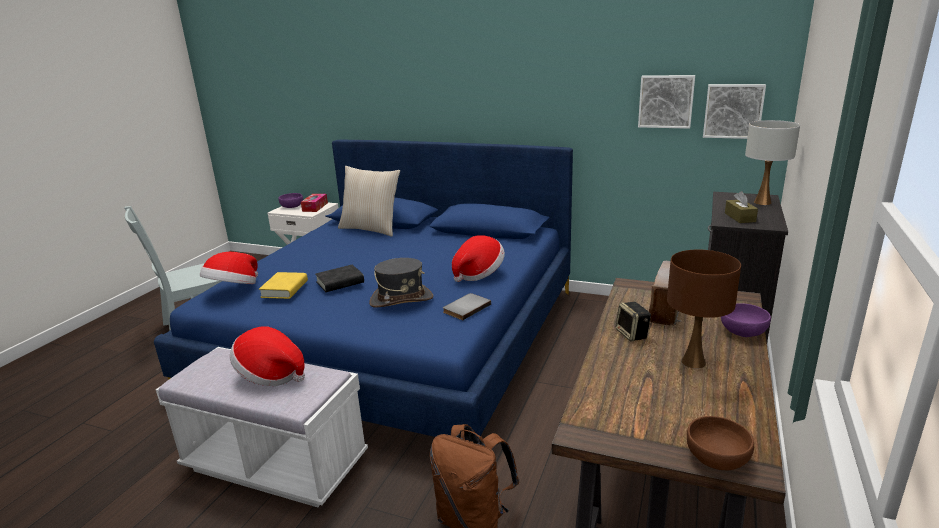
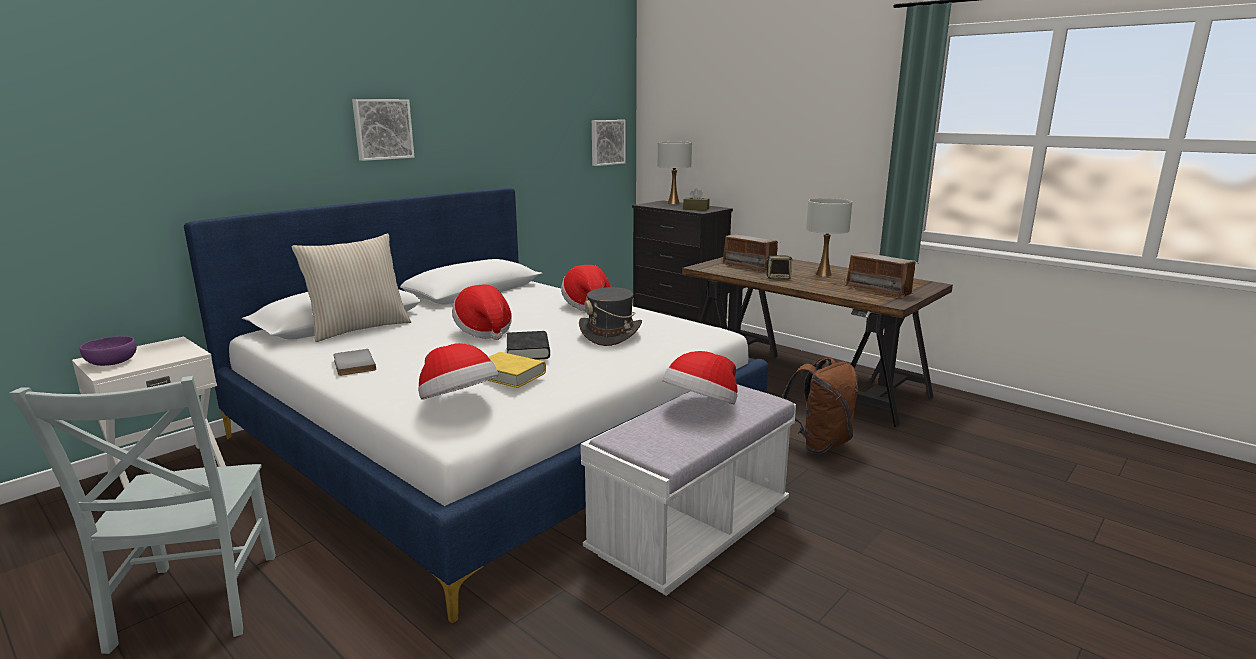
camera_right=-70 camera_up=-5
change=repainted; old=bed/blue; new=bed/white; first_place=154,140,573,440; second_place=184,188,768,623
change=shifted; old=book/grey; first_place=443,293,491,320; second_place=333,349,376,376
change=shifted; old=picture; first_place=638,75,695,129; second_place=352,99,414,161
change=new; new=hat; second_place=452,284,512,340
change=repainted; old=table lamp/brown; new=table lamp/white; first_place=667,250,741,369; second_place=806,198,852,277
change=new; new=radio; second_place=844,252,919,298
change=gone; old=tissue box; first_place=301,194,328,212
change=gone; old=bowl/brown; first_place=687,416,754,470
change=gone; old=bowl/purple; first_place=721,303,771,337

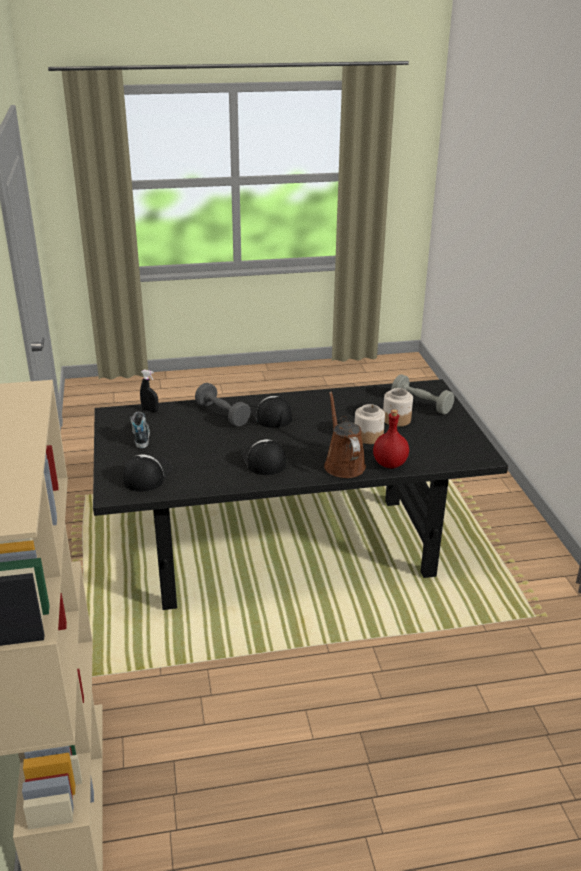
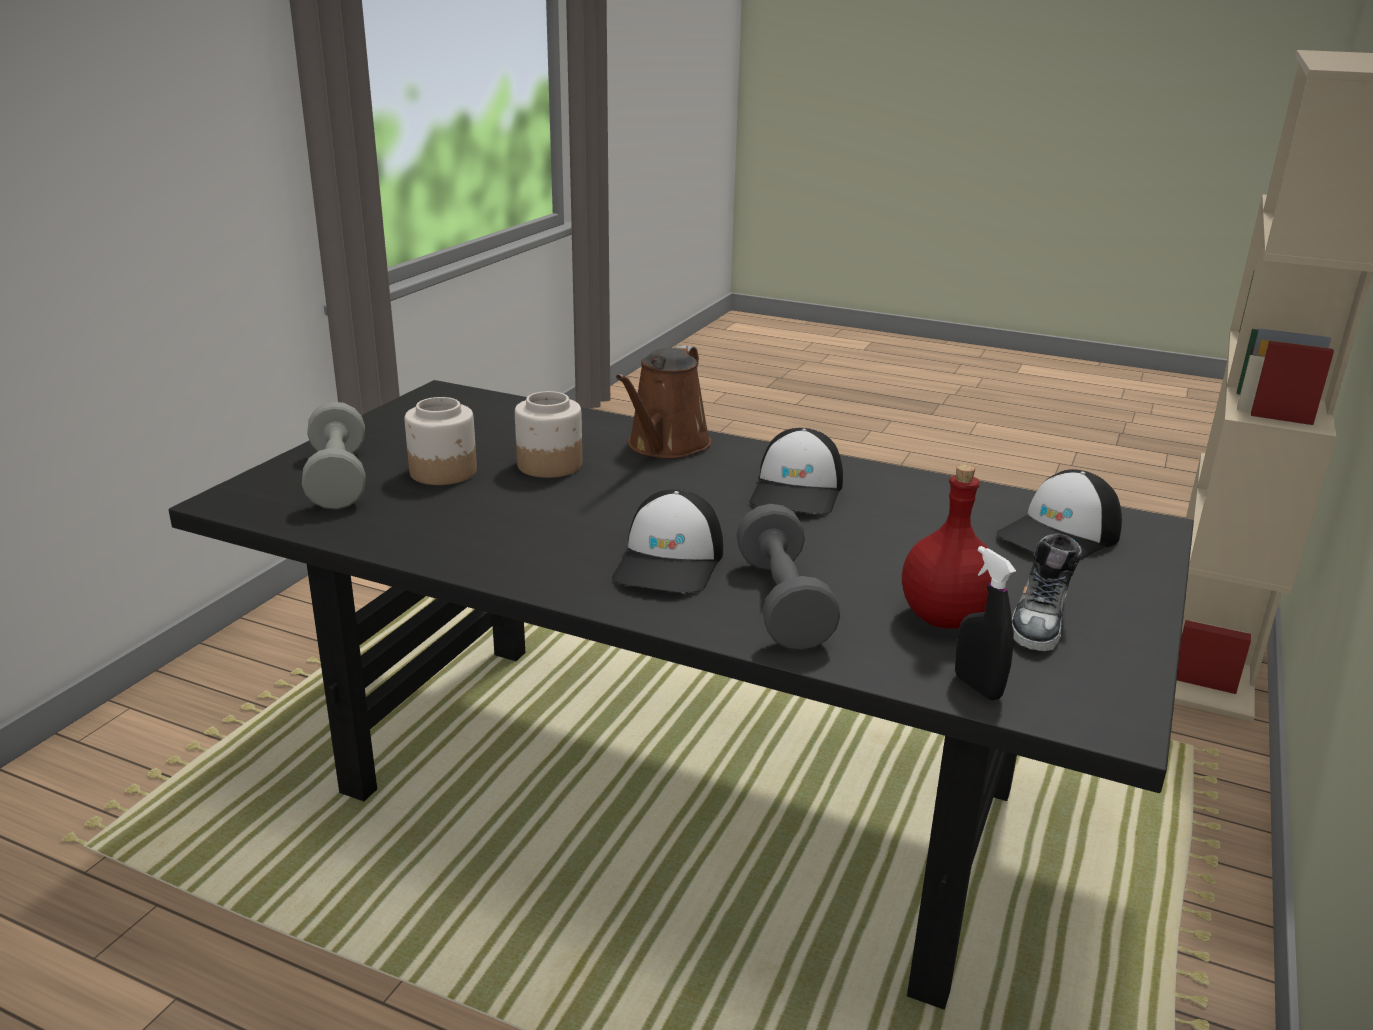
camera_right=-145 camera_up=-5
change=shifted; old=bottle/red; first_place=373,409,409,468; second_place=902,464,992,629

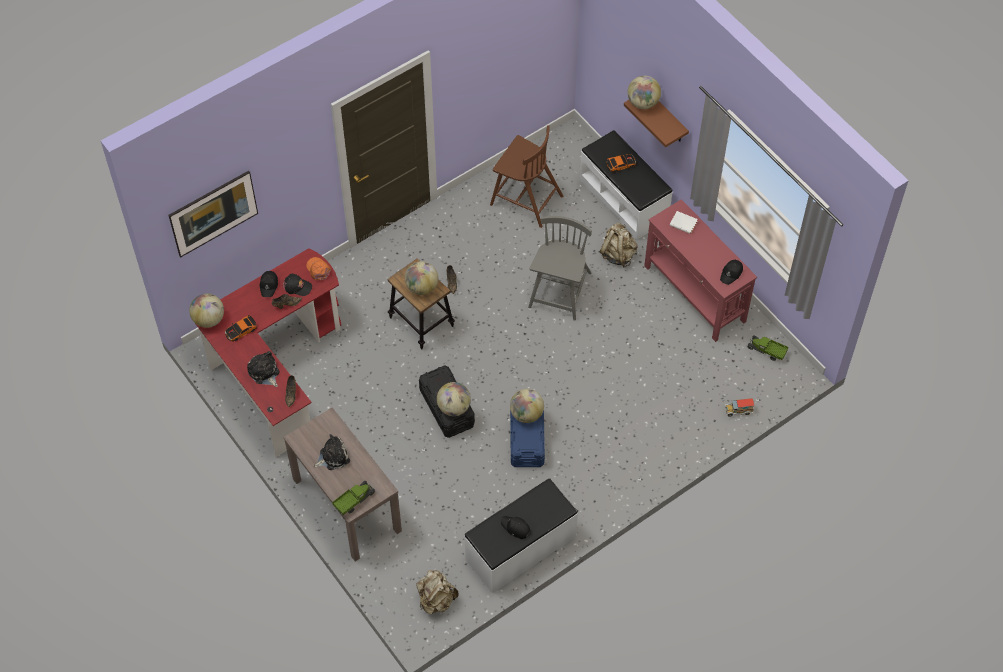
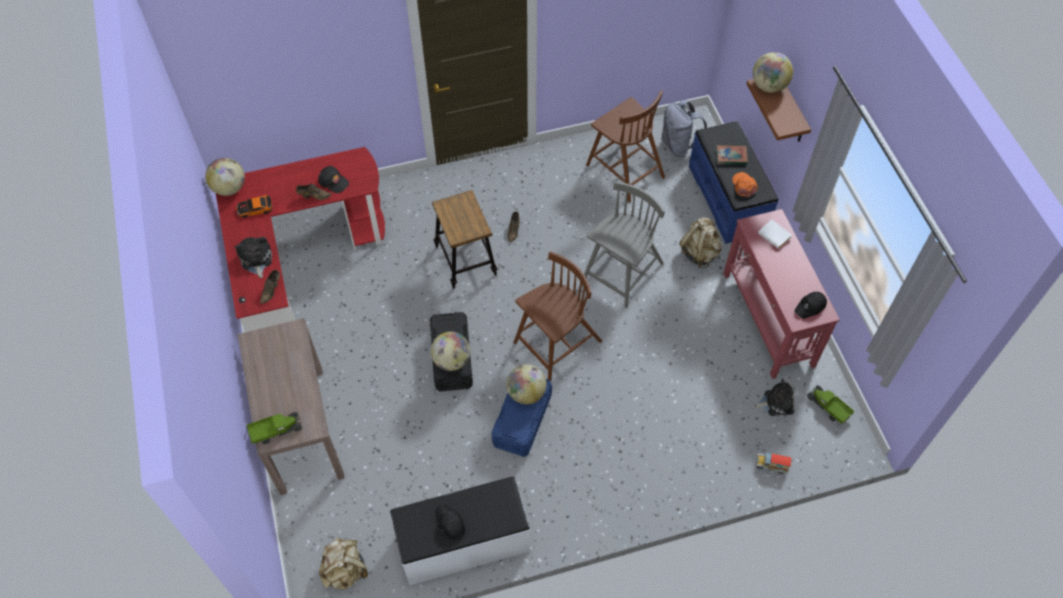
camera_right=20 camera_up=0
change=new; new=chair/brown; second_place=513,251,602,381
change=new; new=backpack/grey; second_place=662,100,707,157
change=repainted; old=bench/white; new=bench/blue; first_place=580,130,673,240; second_place=689,121,778,244
change=swapped; old=toy car; new=book; first_place=606,154,636,173; second_place=716,145,748,165
change=shifted; old=cap/orange; first_place=306,257,331,280; second_place=732,172,758,197
change=shifted; old=plush toy; first_place=314,434,350,470; second_place=754,379,795,417
change=gone; old=picture; first_place=168,171,258,257
change=gone; old=cap/black; first_place=260,271,278,297
change=gone; old=globe; first_place=405,261,438,295

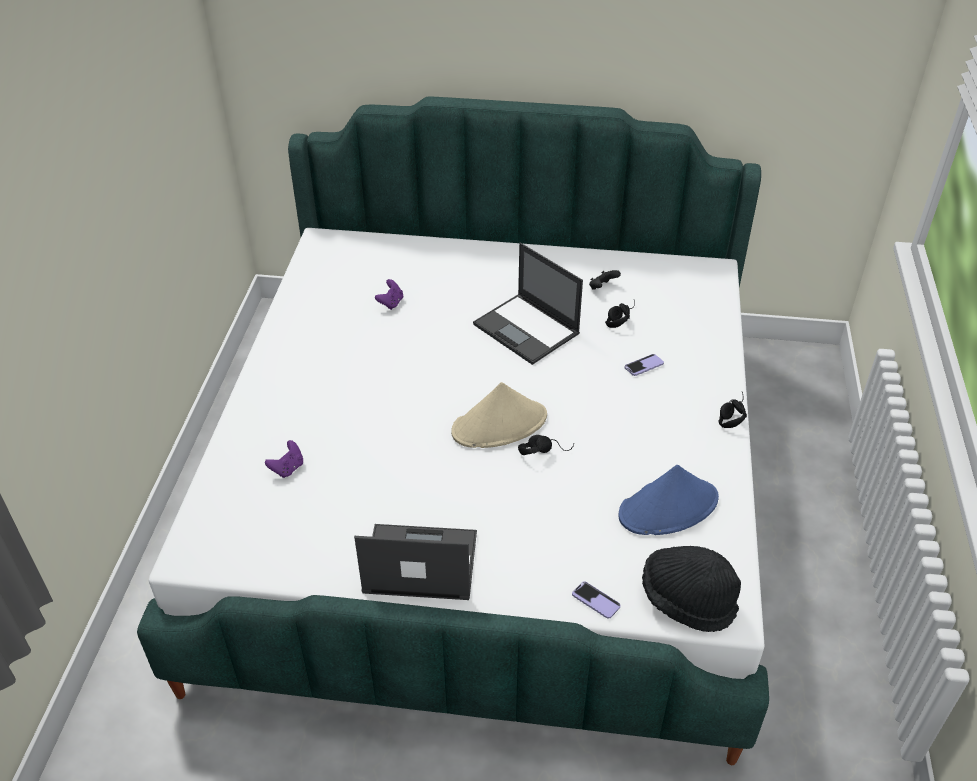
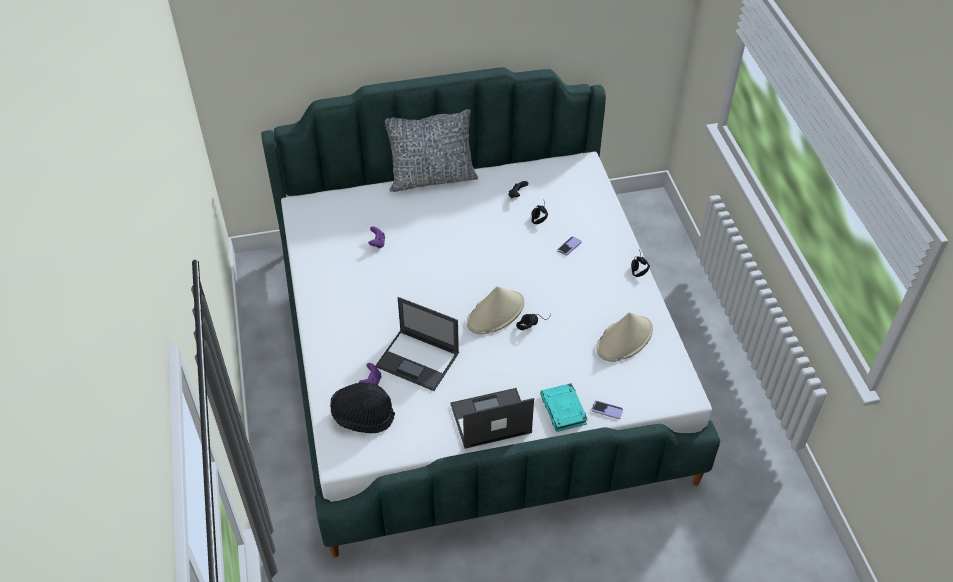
camera_right=-20 camera_up=5
change=shifted; old=hat/black; first_place=642,546,741,632; second_place=330,382,395,433
change=shifted; old=laptop; first_place=473,243,583,365; second_place=375,297,459,391
change=new; new=pillow; second_place=385,109,478,192
change=new; new=book/turquoise; second_place=540,383,588,432
change=repainted; old=hat/blue; new=hat/beige; first_place=618,465,719,535; second_place=597,312,653,362

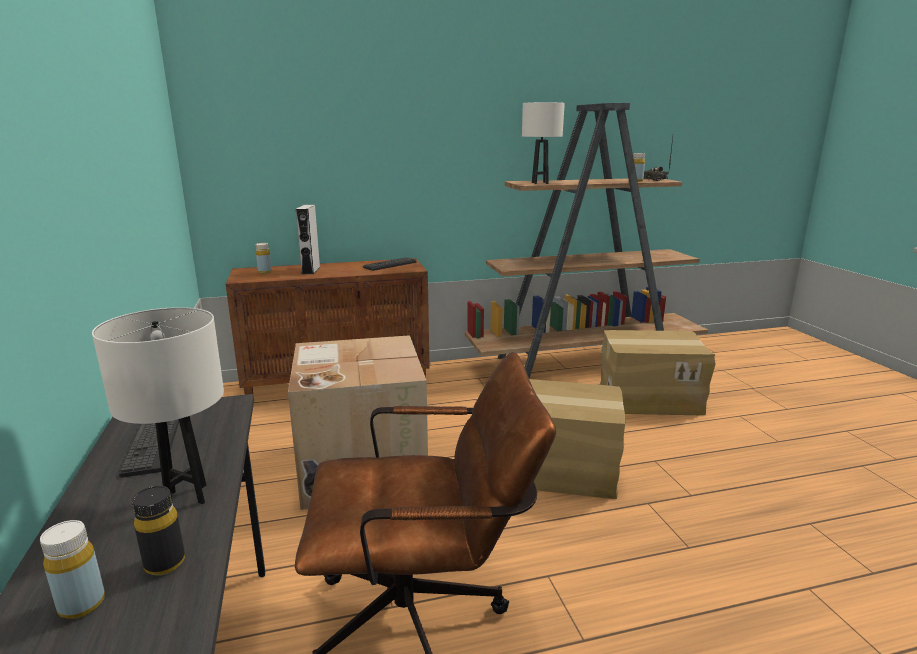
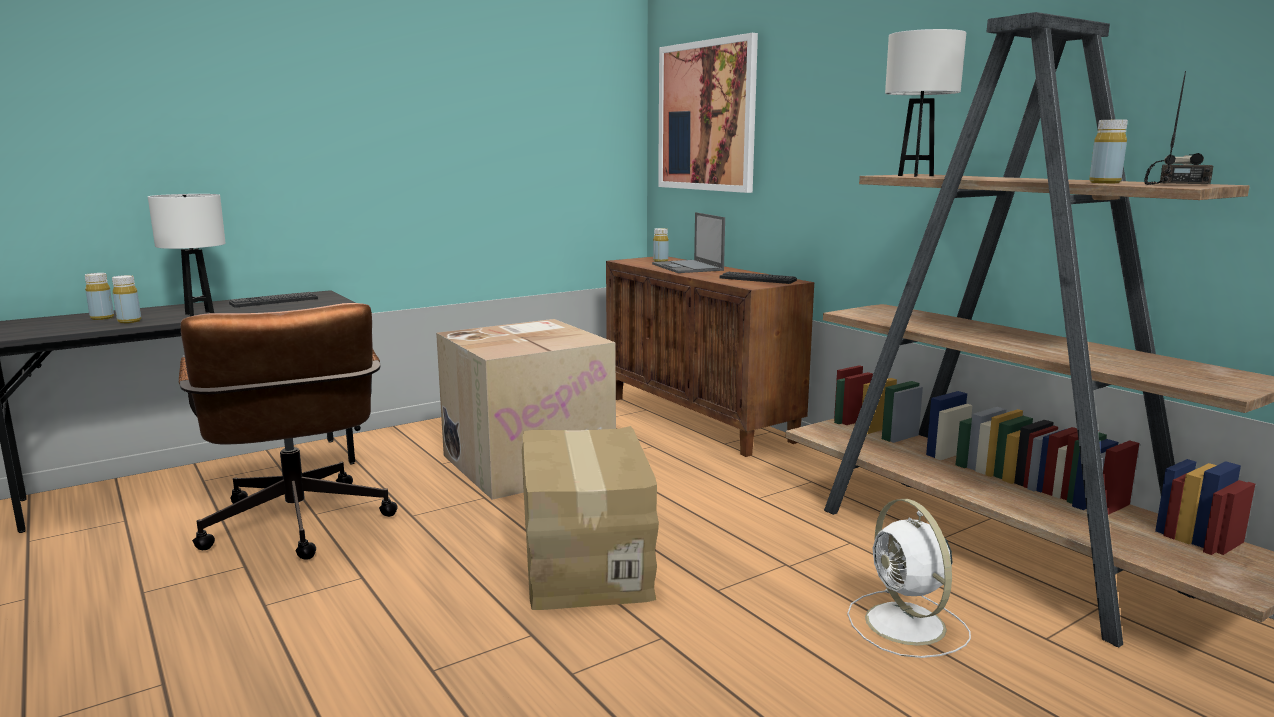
camera_right=70 camera_up=-5
change=repainted; old=bottle/black; new=bottle/yellow; first_place=132,486,185,576; second_place=112,275,141,323
change=swapped; old=speaker/grey; new=laptop; first_place=296,205,320,274; second_place=652,212,725,273
change=new; new=picture; second_place=658,33,758,193
change=swapped; old=cardboard box; new=fan/white; first_place=600,330,716,415; second_place=847,499,971,658

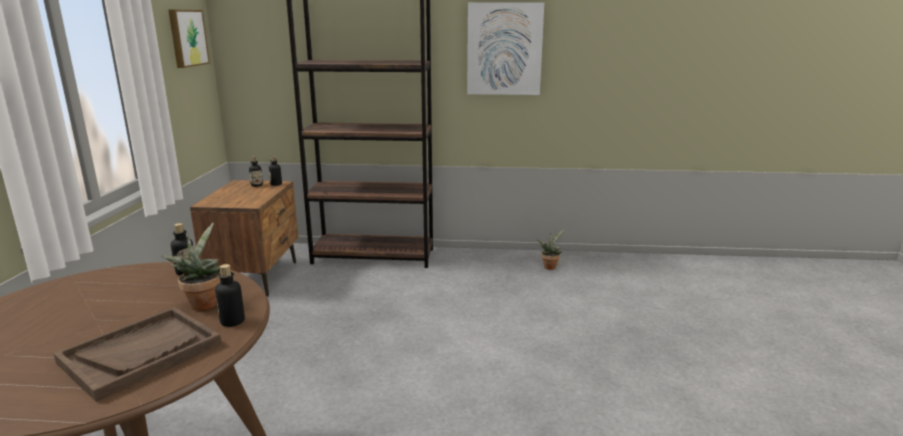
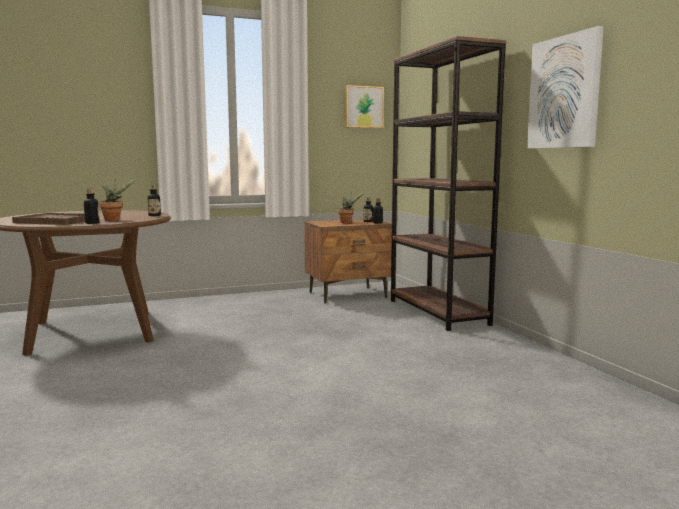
camera_right=65 camera_up=-10
change=shifted; old=potted plant; first_place=537,230,563,270; second_place=338,193,364,223

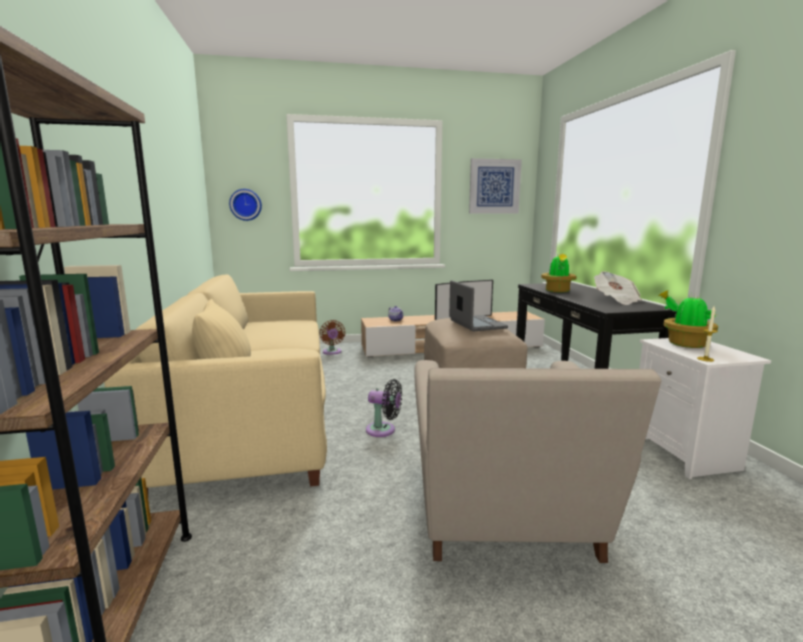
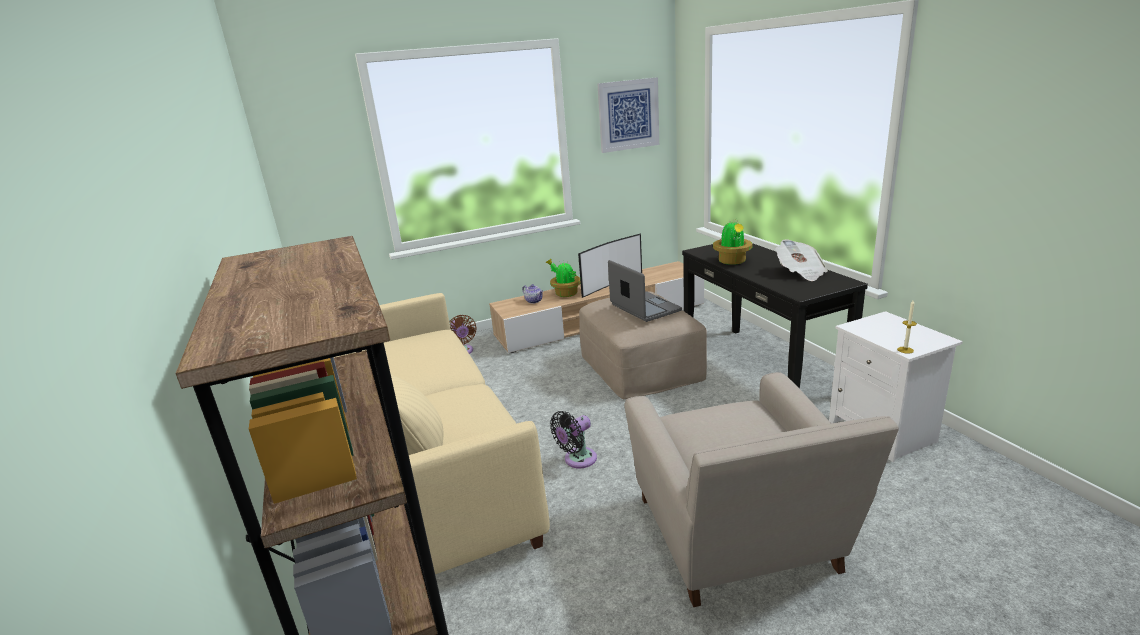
camera_right=-10 camera_up=10
change=shifted; old=potted plant; first_place=658,291,719,348; second_place=546,259,581,297
change=rotated; old=fan/black; first_place=366,379,402,437; second_place=550,411,597,468; degrees=135
change=gone; old=wall clock; first_place=229,189,262,221

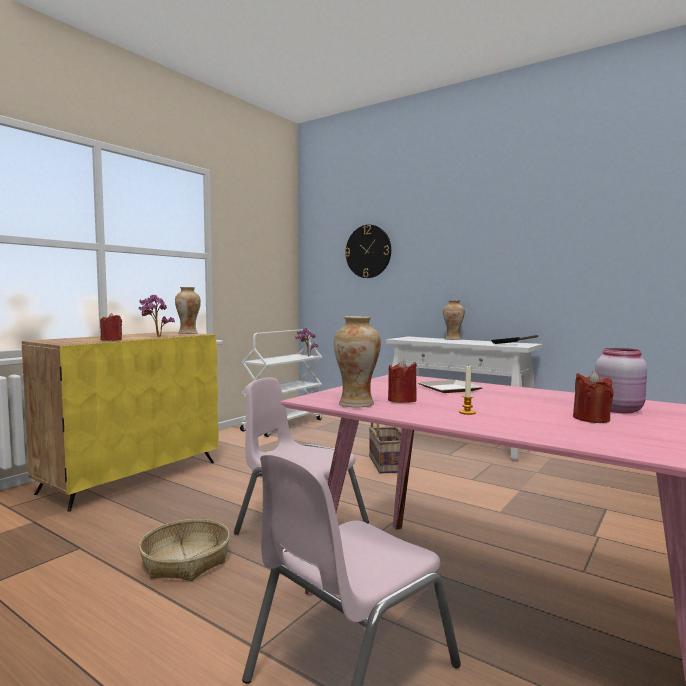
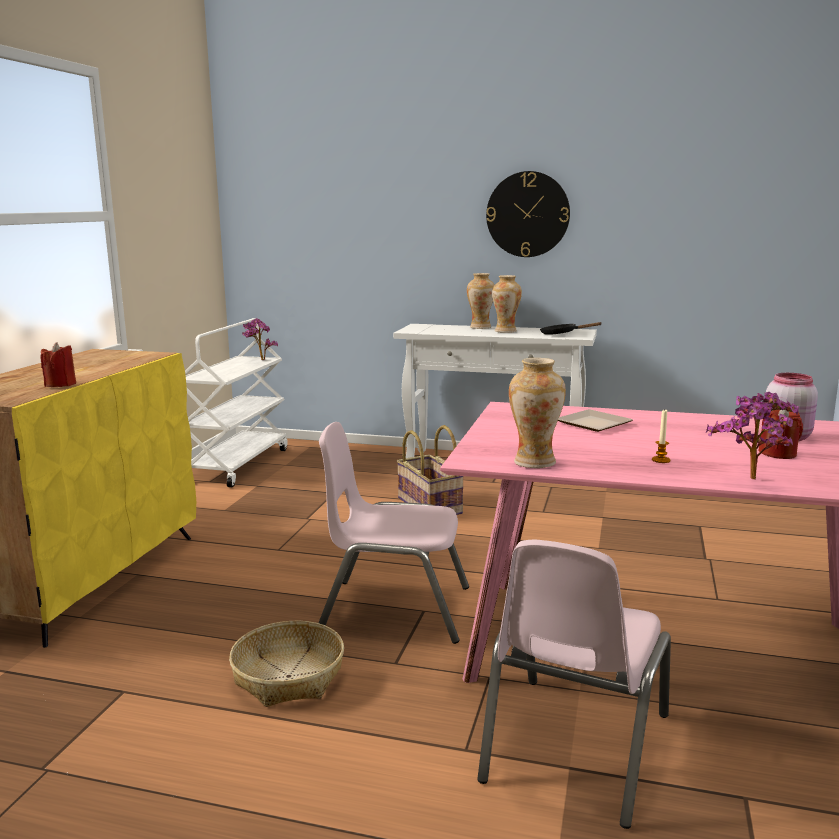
camera_right=-20 camera_up=10
change=shifted; old=wall clock; first_place=345,225,391,278; second_place=486,171,570,257
change=shifted; old=vase; first_place=175,287,201,334; second_place=492,275,522,333
change=shifted; old=potted plant; first_place=139,295,175,337; second_place=705,392,799,479
change=gone; old=candle/red; first_place=388,359,417,403

